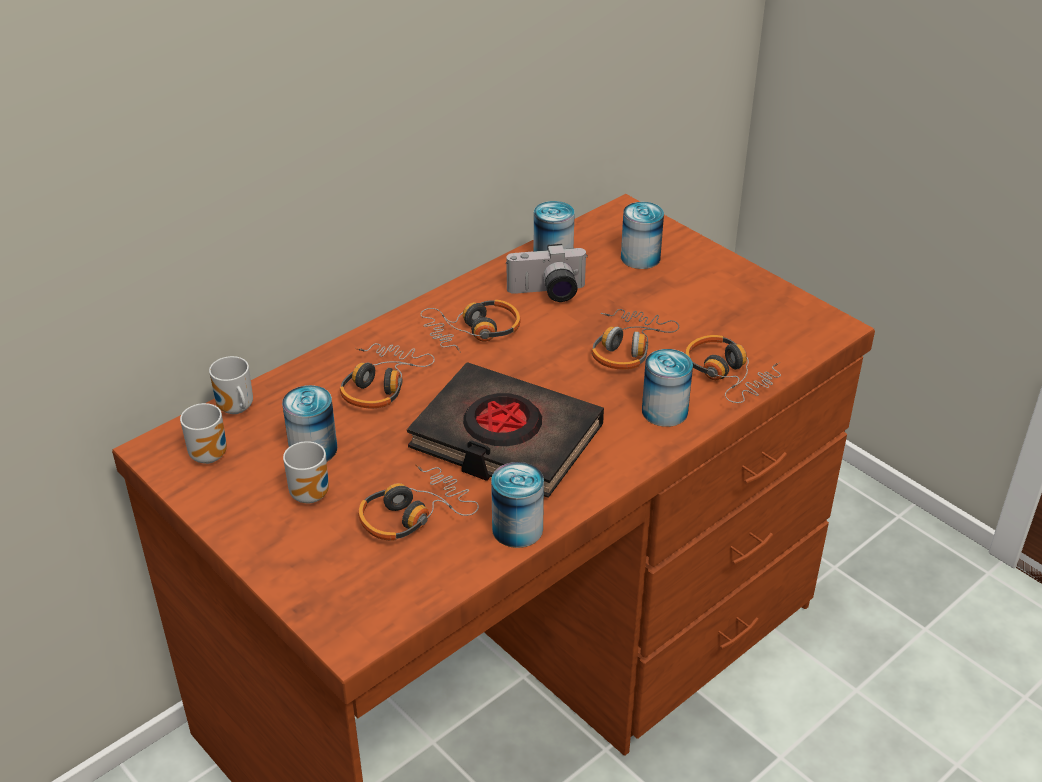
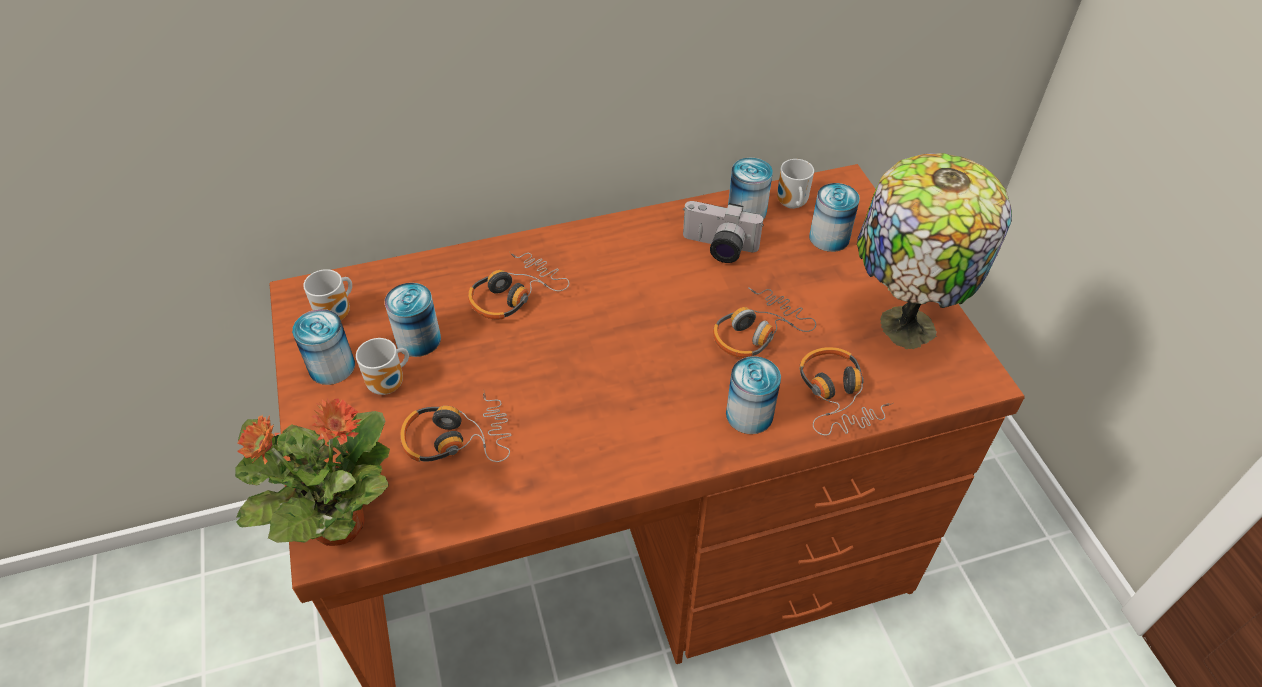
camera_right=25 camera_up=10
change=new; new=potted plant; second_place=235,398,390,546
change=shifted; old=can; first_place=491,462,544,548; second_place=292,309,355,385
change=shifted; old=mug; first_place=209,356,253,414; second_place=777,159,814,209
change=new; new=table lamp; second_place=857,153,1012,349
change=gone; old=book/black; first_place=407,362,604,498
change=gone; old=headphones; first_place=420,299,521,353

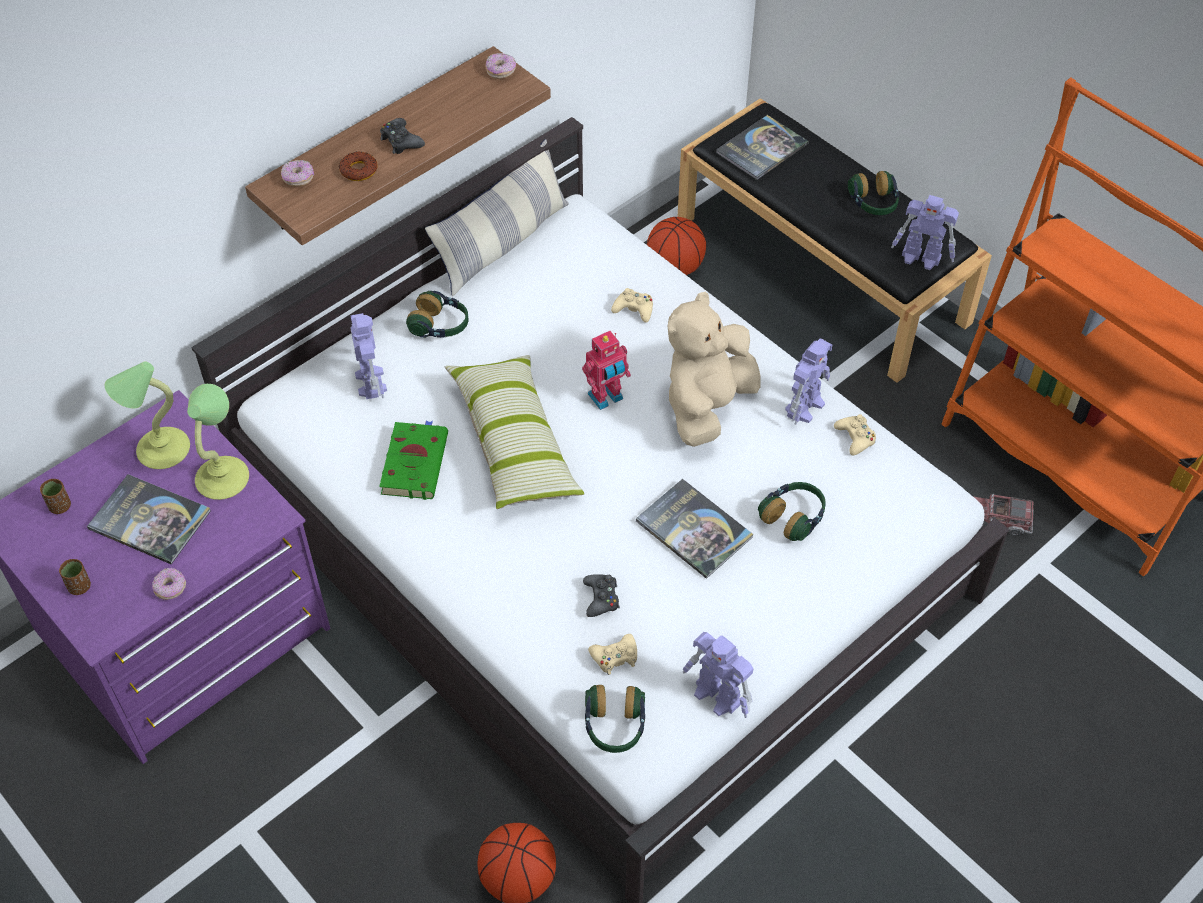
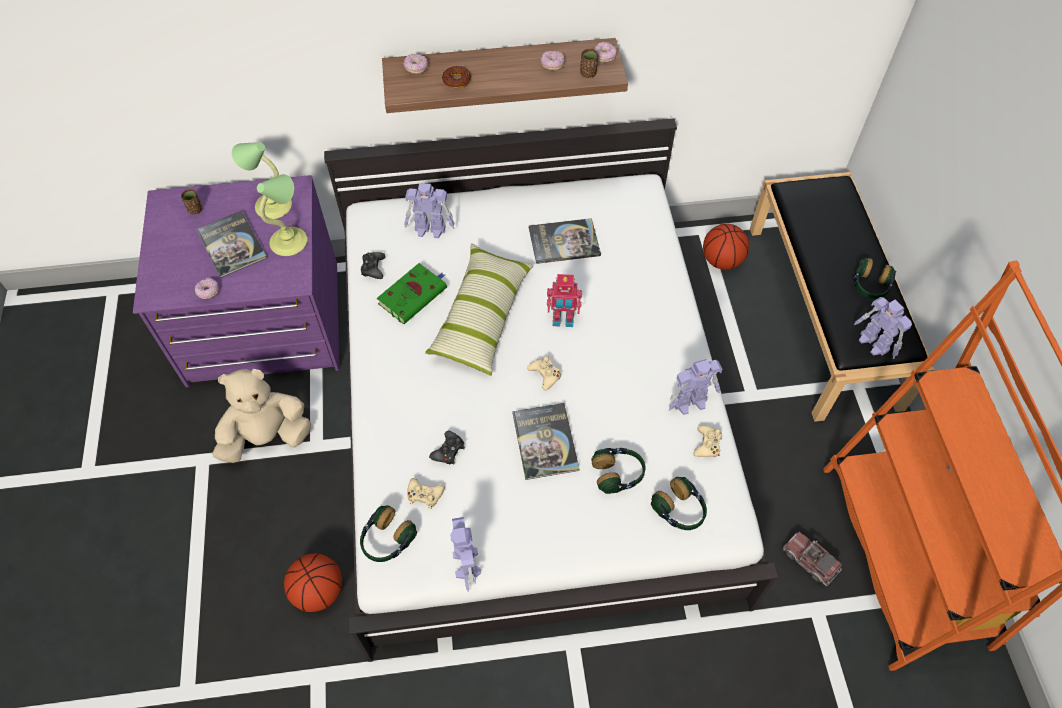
camera_right=35 camera_up=5
change=shifted; old=plush toy/beige; first_place=668,292,761,447; second_place=212,369,311,463
change=shifted; old=game controller/black; first_place=380,118,425,154; second_place=361,252,386,279
change=rotated; old=toy robot; first_place=350,313,387,399; second_place=404,183,455,238; degrees=75
change=shifted; old=game controller/beige; first_place=611,288,653,323; second_place=527,357,561,391
change=shifted; old=book; first_place=716,115,809,180; second_place=529,218,601,264
change=new; new=donut; second_place=541,51,565,70
change=shifted; old=cup/brown; first_place=59,559,91,595; second_place=580,49,598,78
change=shifted; old=headphones; first_place=406,291,469,338; second_place=651,477,707,530
change=gone; old=pillow; first_place=425,139,569,296

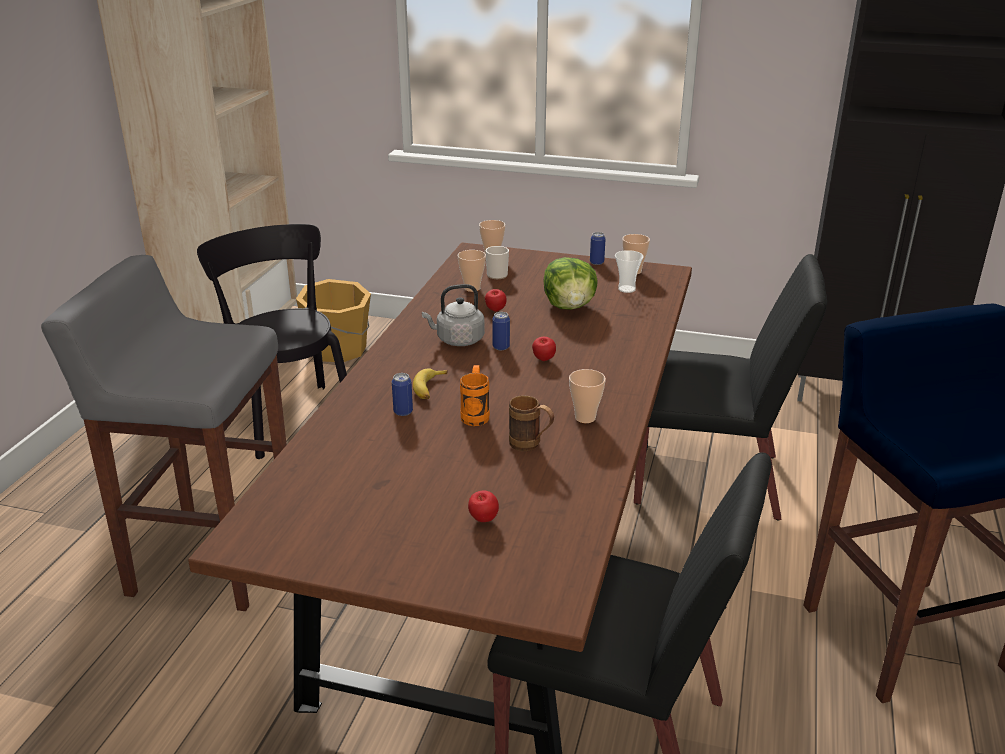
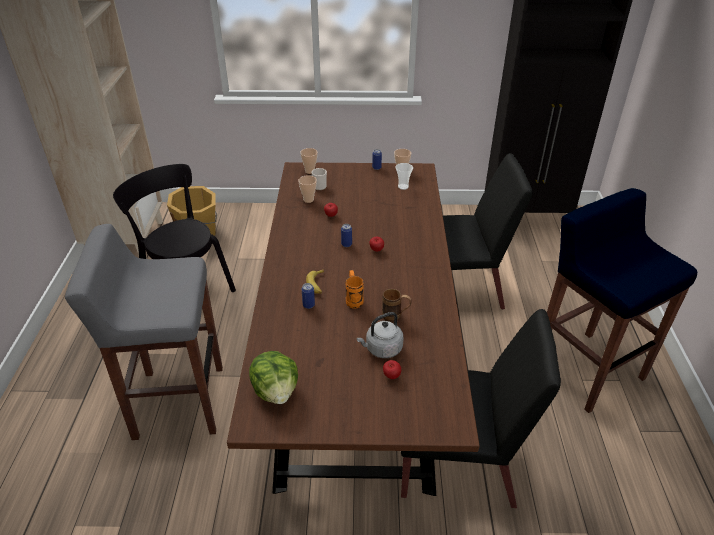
camera_right=-15 camera_up=10
change=shifted; old=lettuce; first_place=544,257,598,310; second_place=249,351,298,404
change=shifted; old=kettle/grey; first_place=422,284,485,346; second_place=356,312,403,358
change=gone; old=cup; first_place=569,369,606,423

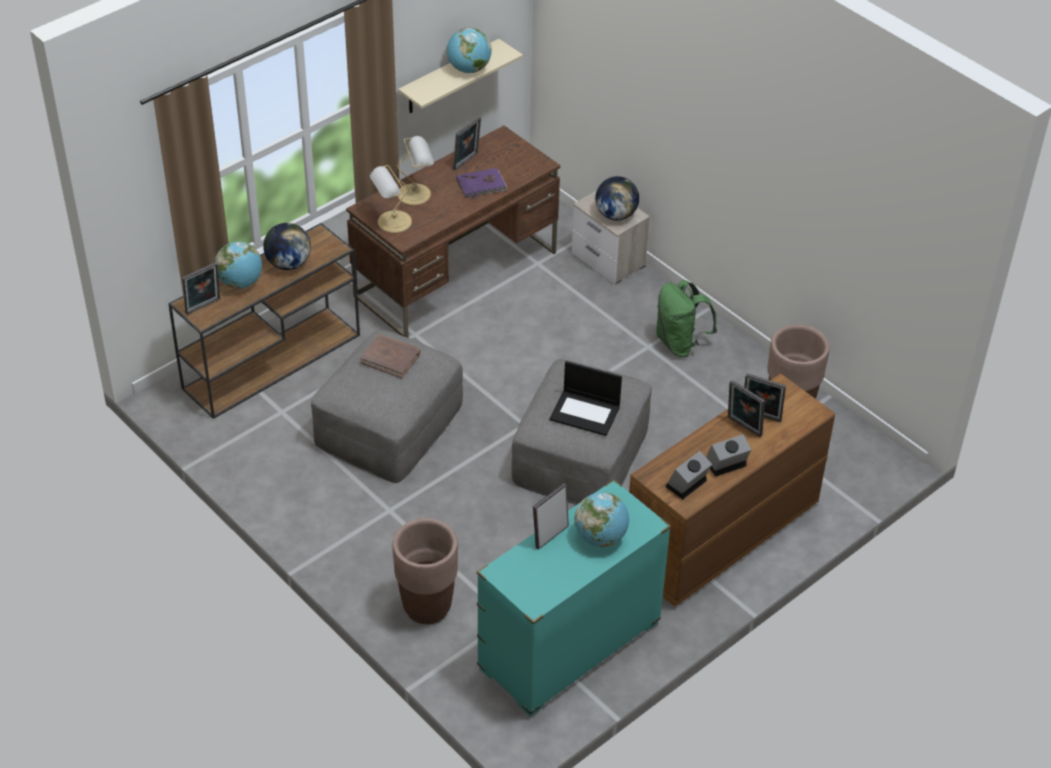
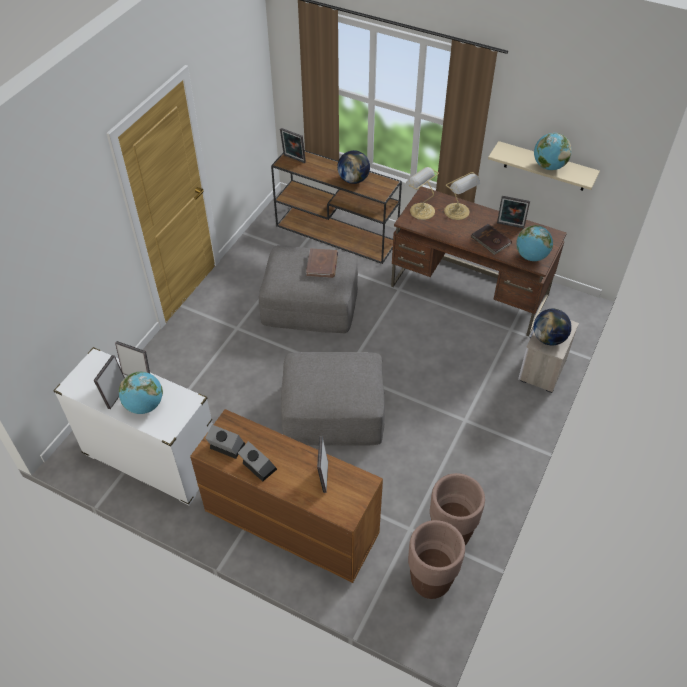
camera_right=70 camera_up=5
change=repainted; old=dresser/turquoise; new=dresser/white; first_place=477,479,671,717; second_place=53,347,213,505
change=shifted; old=picture frame; first_place=728,380,765,437; second_place=94,355,125,409
change=shifted; old=planter/brown; first_place=393,518,458,624; second_place=408,520,465,599
change=repainted; old=book/purple; new=book/brown; first_place=456,168,507,198; second_place=471,224,512,255
change=shifted; old=globe; first_place=215,242,262,289; second_place=516,225,553,261
change=gone; old=laptop; first_place=549,361,622,436
change=gone; old=backpack/green; first_place=656,280,717,357

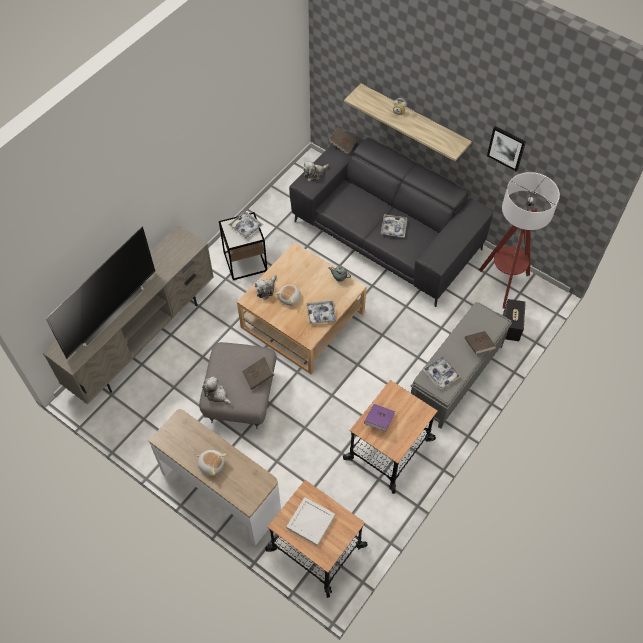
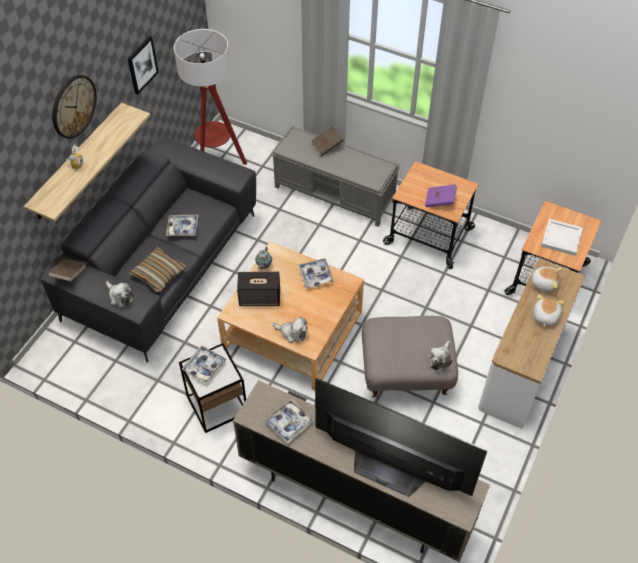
camera_right=-100 camera_up=-5
change=new; new=wall clock; second_place=52,75,97,139
change=new; new=pillow; second_place=129,247,186,292
change=shifted; old=speaker; first_place=503,299,526,341; second_place=237,272,280,306
change=shifted; old=tray; first_place=423,356,461,390; second_place=265,399,314,444
change=shifted; old=plush toy; first_place=275,284,301,306; second_place=528,267,563,292
change=gone; old=book/brown; first_place=242,357,274,390

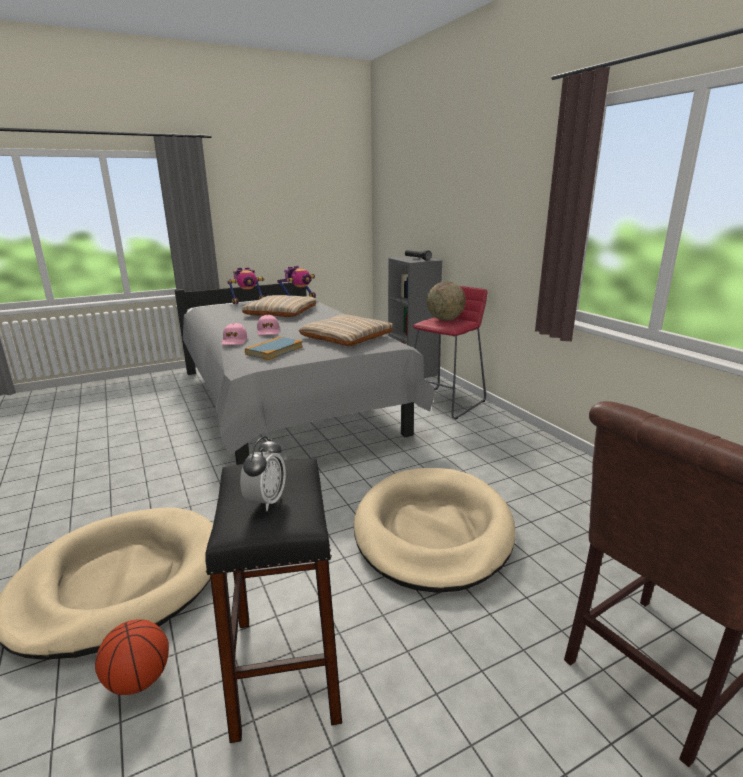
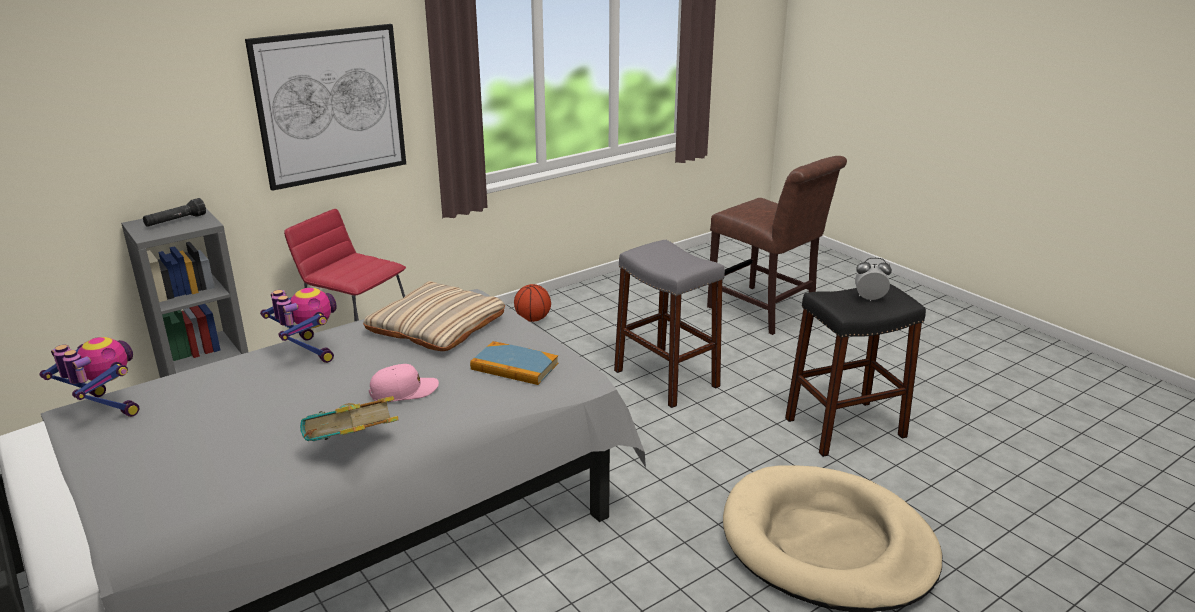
camera_right=-100 camera_up=5
change=new; new=picture; second_place=245,24,406,191
change=shifted; old=toy robot; first_place=227,267,265,304; second_place=260,288,337,363
change=new; new=book; second_place=300,396,399,441
change=shifted; old=basketball; first_place=95,619,169,695; second_place=514,284,551,322
change=swapped; old=dog bed/beige; new=stool/grey; first_place=354,468,516,593; second_place=614,240,725,408
change=gone; old=cap/pink; first_place=221,323,247,345
change=gone; old=pillow/beige; first_place=242,295,316,317
change=gone; old=globe; first_place=427,281,466,320

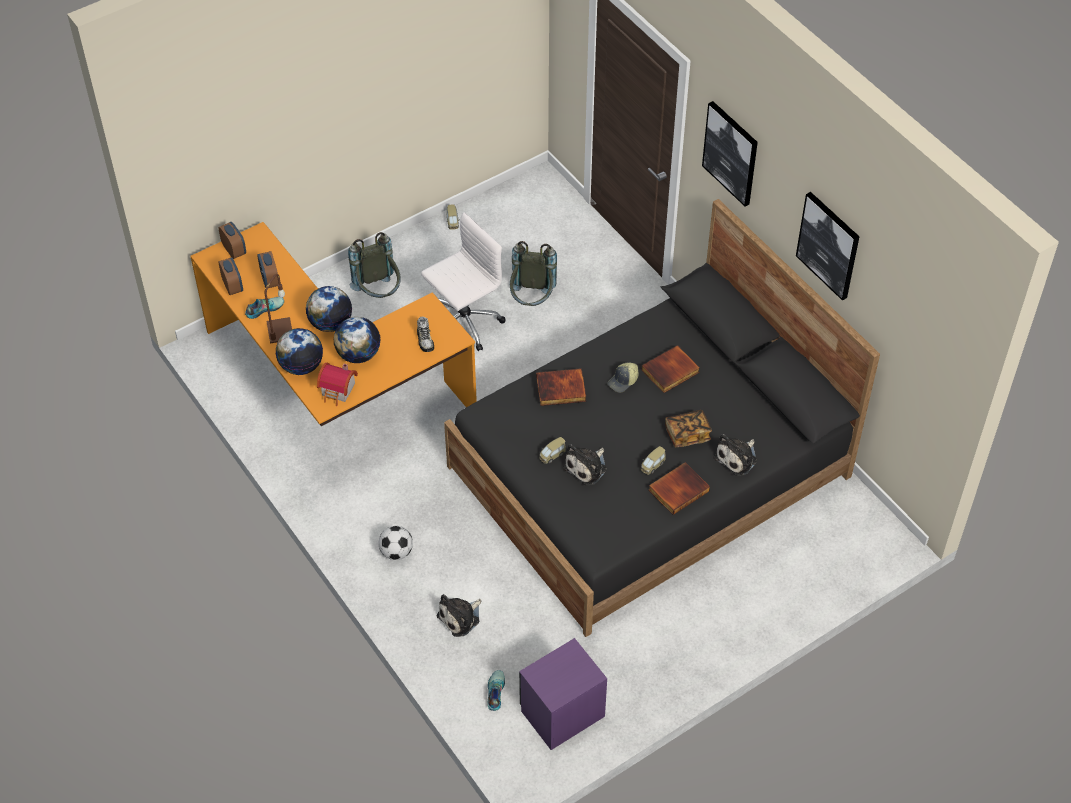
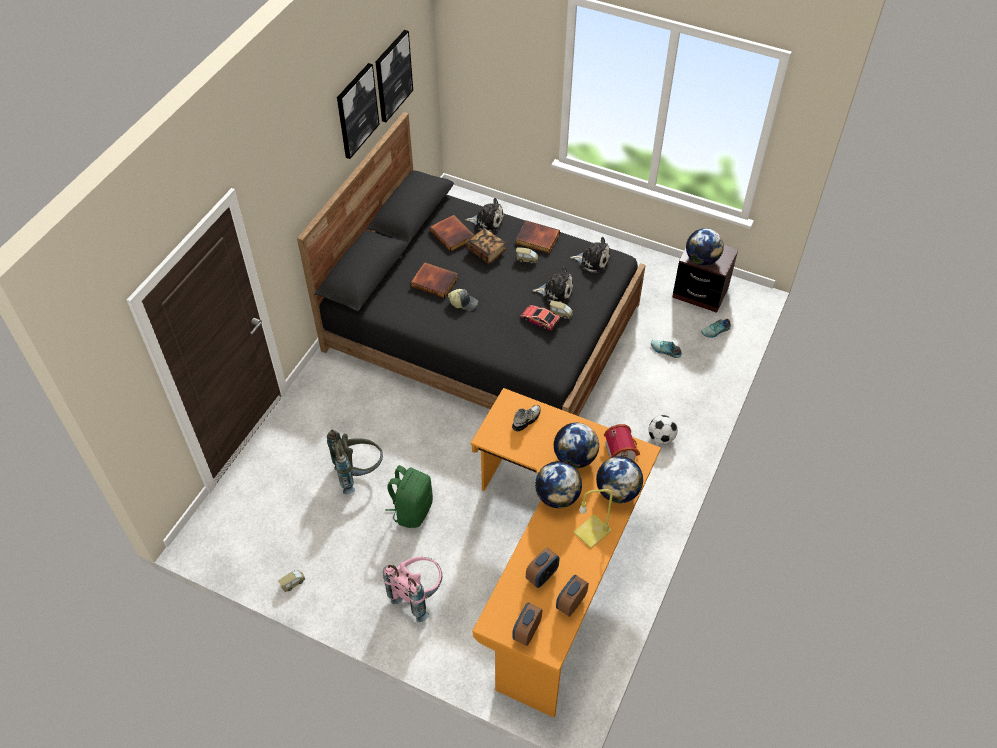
camera_right=-120 camera_up=0
change=shifted; old=picture; first_place=702,101,758,207; second_place=375,30,413,122
change=repainted; old=backpack/grey; new=backpack/pink; first_place=348,232,400,298; second_place=383,557,442,622
change=swapped; old=office chair/white; new=backpack/green; first_place=421,212,506,351; second_place=385,465,433,528
change=shifted; old=book; first_place=536,368,586,406; second_place=430,215,474,252
change=new; new=toy car; second_place=520,305,560,331
change=shifted; old=plush toy; first_place=437,594,481,637; second_place=570,237,610,273
change=repainted; old=table lamp/brown; new=table lamp/yellow; first_place=265,274,292,343; second_place=574,489,613,548
change=shifted; old=shoe; first_place=245,297,284,319; second_place=651,339,682,358
change=repainted; old=nightstand/purple; new=nightstand/brown; first_place=519,638,607,750; second_place=672,245,738,313
change=new; new=globe; second_place=686,228,724,266

